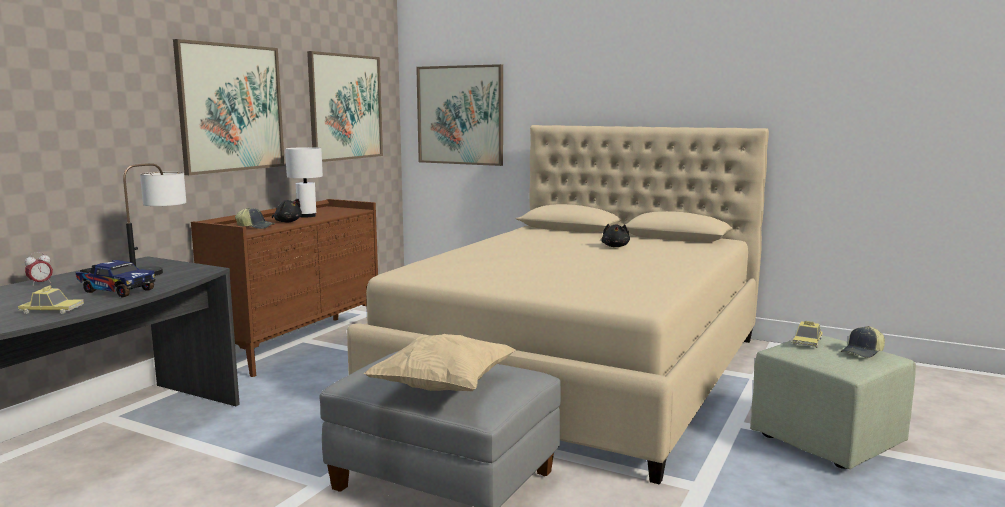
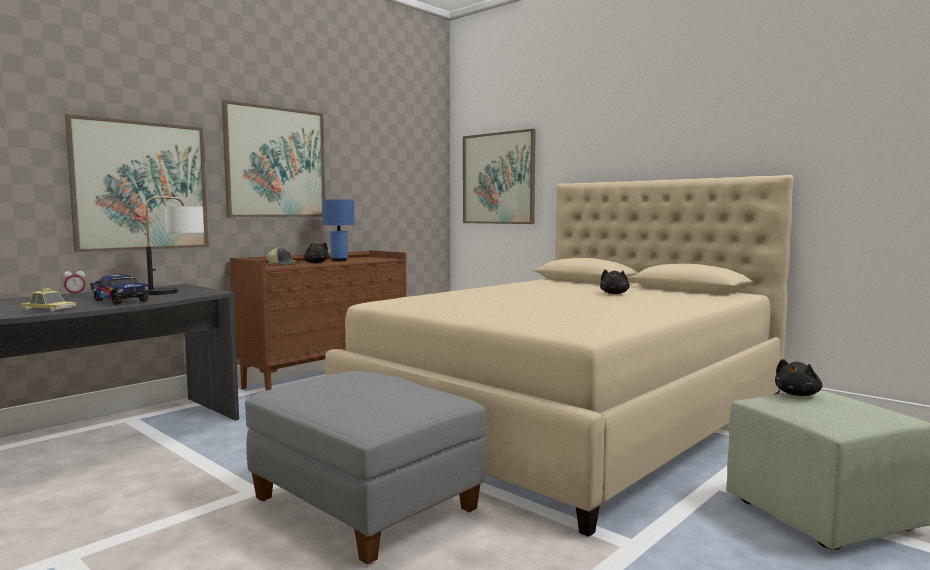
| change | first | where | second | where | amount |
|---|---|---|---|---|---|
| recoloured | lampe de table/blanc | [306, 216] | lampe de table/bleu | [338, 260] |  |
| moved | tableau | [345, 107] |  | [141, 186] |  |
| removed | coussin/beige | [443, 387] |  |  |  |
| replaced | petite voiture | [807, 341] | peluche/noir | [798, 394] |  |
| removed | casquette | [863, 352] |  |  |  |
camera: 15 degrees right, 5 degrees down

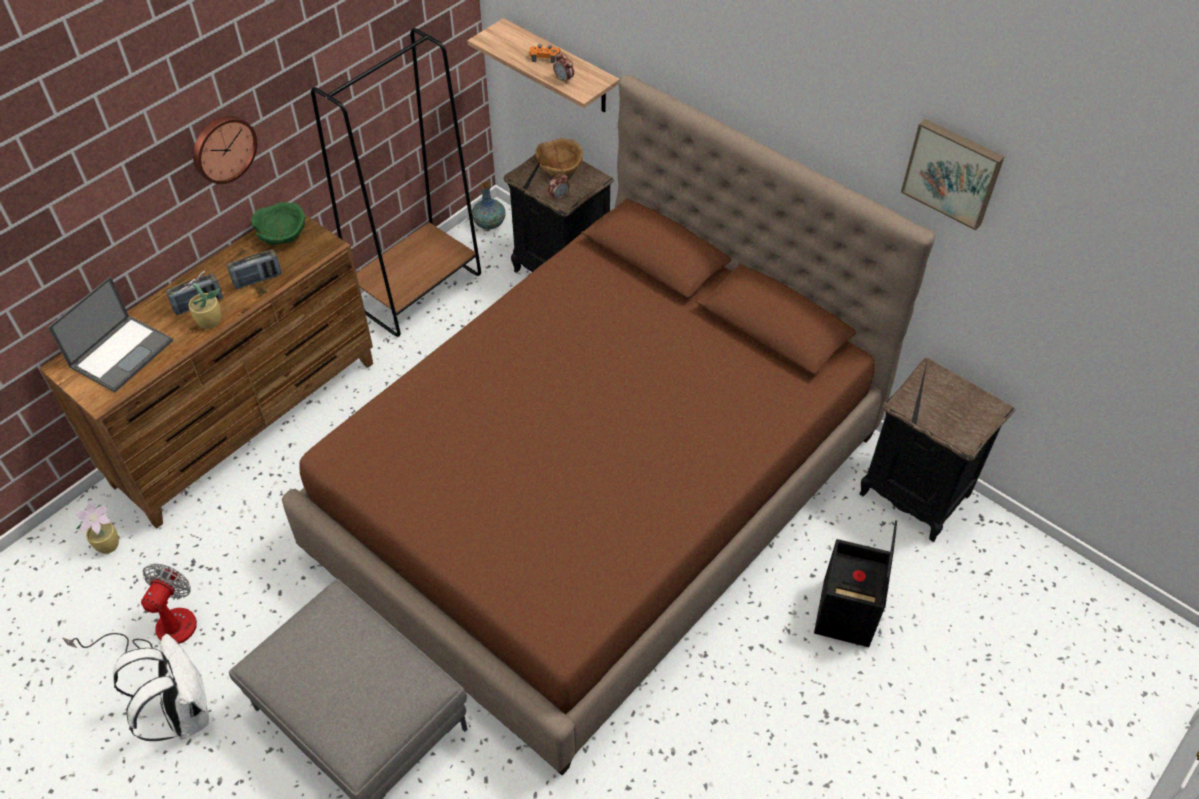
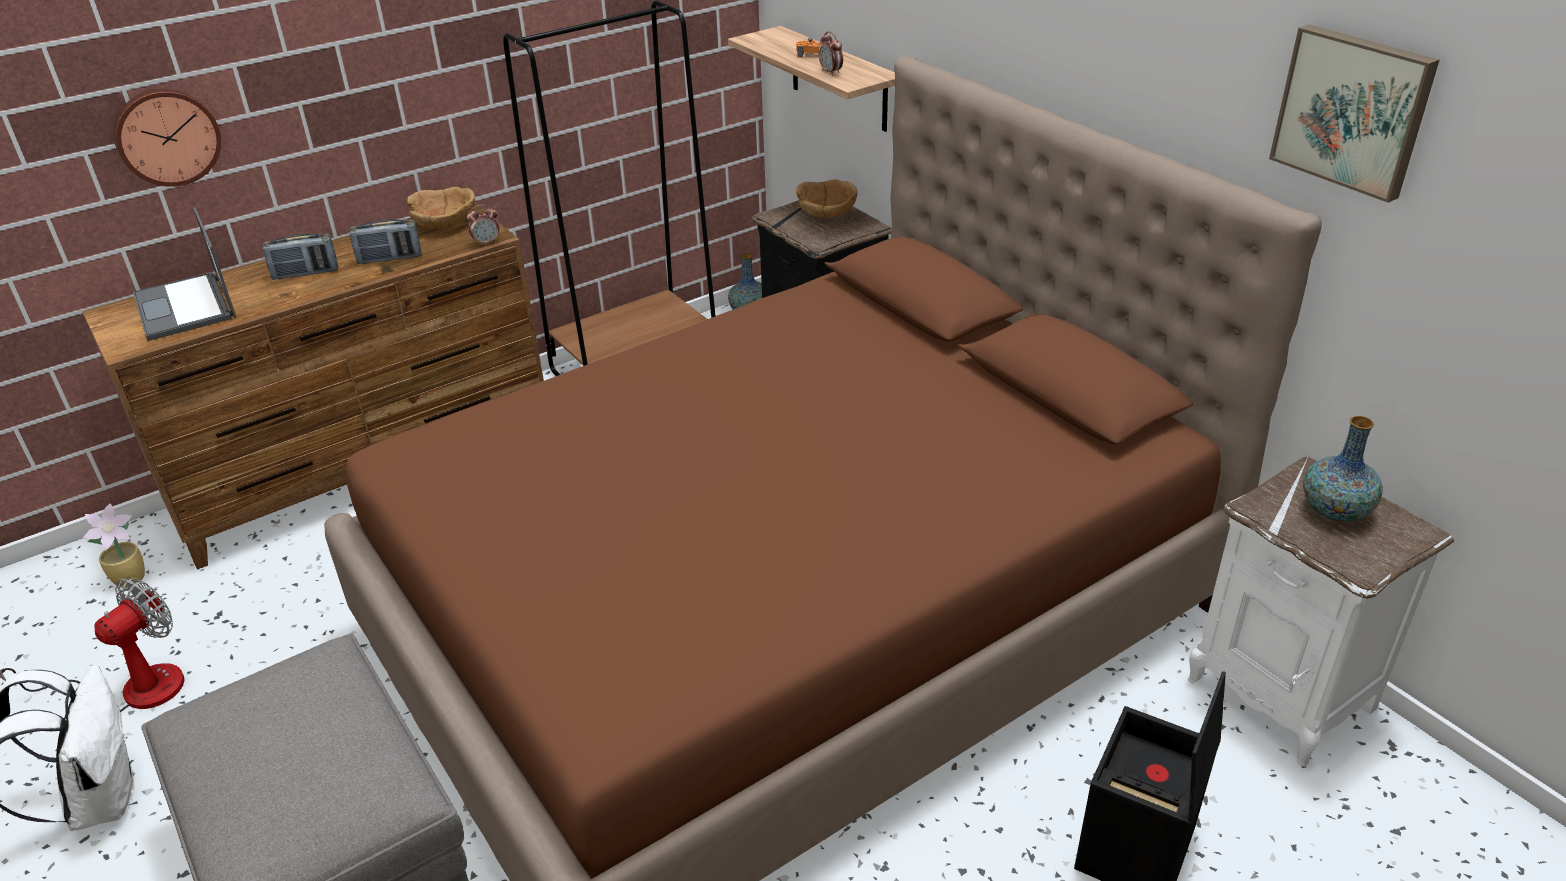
| change | first | where | second | where | amount |
|---|---|---|---|---|---|
| turned | ordinateur portable | [122, 353] |  | [186, 307] | 105 degrees clockwise |
| removed | plante en pot | [208, 322] |  |  |  |
| moved | horloge murale | [223, 148] |  | [167, 136] |  |
| recoloured | bol/vert | [282, 233] | bol/marron | [445, 222] |  |
| moved | réveil | [559, 197] |  | [486, 243] |  |
| recoloured | table de chevet/noir | [914, 496] | table de chevet/blanc | [1279, 697] |  |
| added |  |  | vase | [1334, 511] |  |
camera: 15 degrees right, 15 degrees down

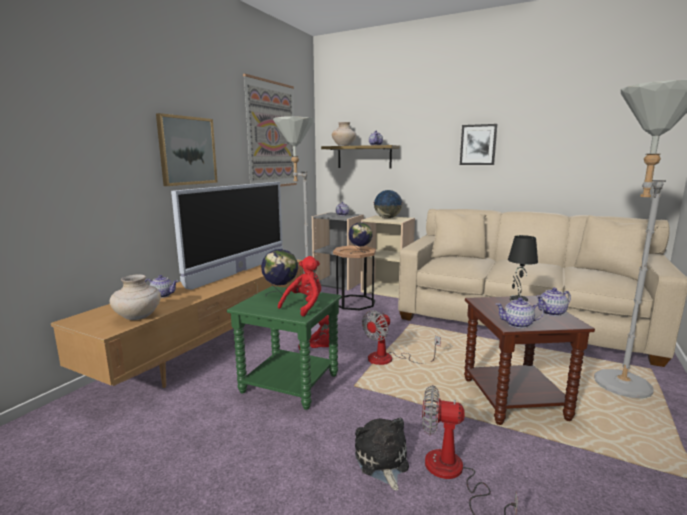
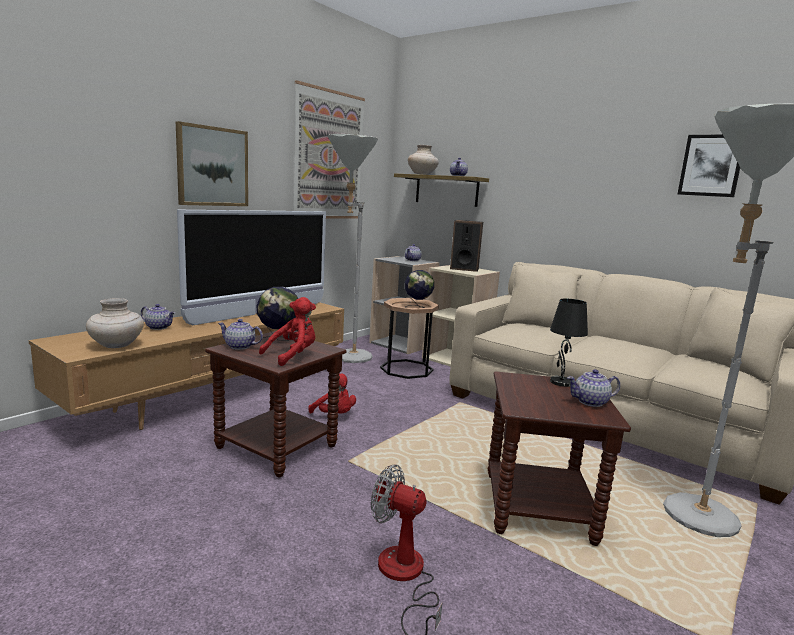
| change | first | where | second | where | amount |
|---|---|---|---|---|---|
| recoloured | table d'appoint/vert | [290, 383] | table d'appoint/marron | [277, 447] |  |
| removed | peluche | [382, 462] |  |  |  |
| removed | ventilateur | [389, 359] |  |  |  |
| replaced | globe | [387, 218] | enceinte | [464, 269] |  |
| moved | tableau | [478, 145] |  | [711, 165] |  |
| moved | théière | [518, 324] |  | [240, 346] |  |
camera: 10 degrees right, 0 degrees up

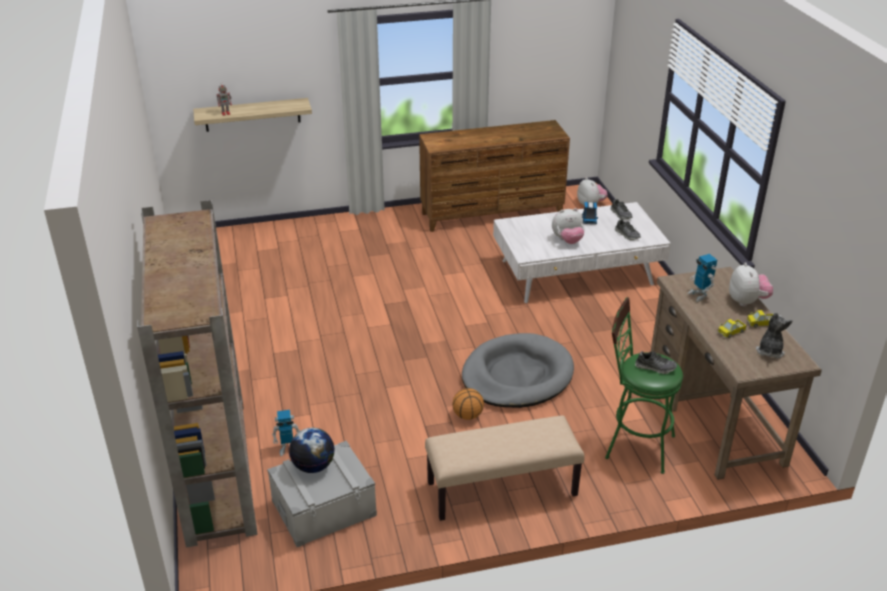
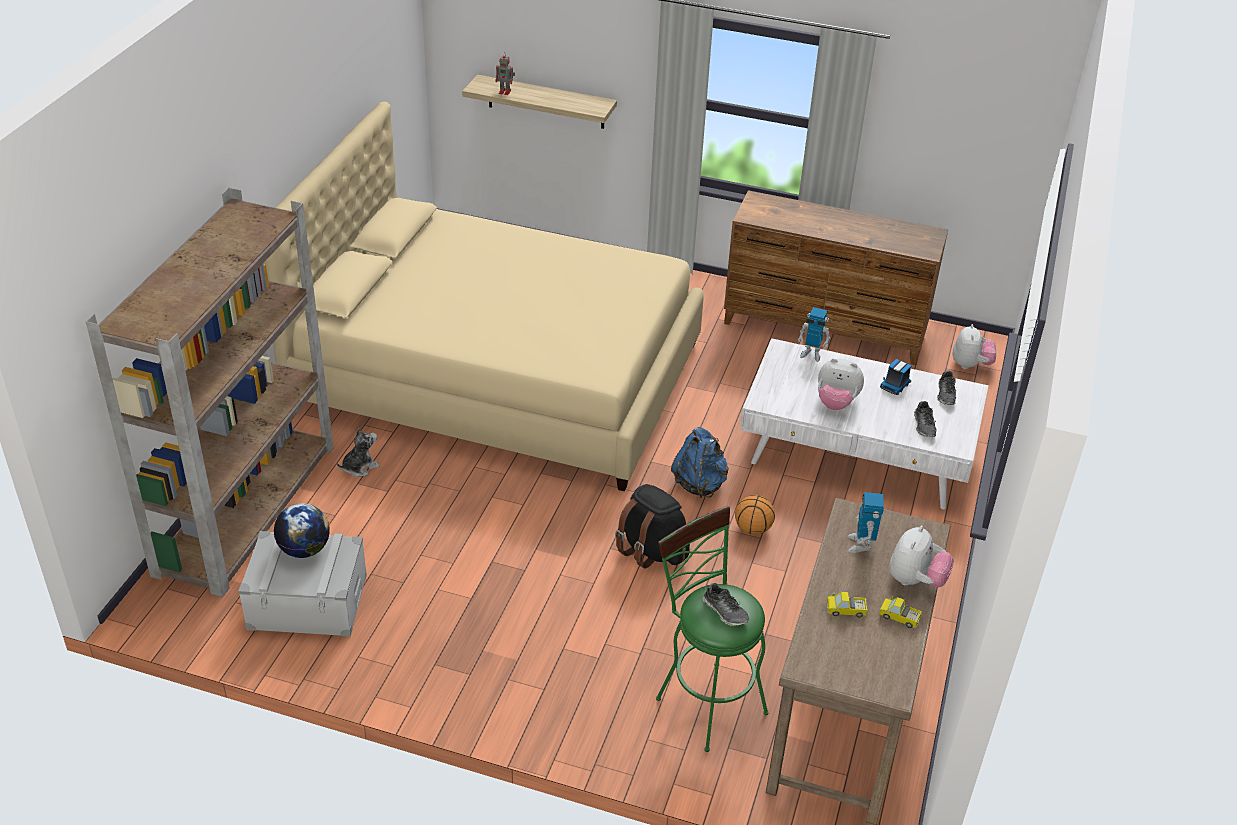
| change | first | where | second | where | amount |
|---|---|---|---|---|---|
| moved | robot jouet | [288, 449] |  | [811, 354] |  |
| removed | banc/beige | [501, 490] |  |  |  |
| moved | ballon de basket | [467, 416] |  | [752, 529] |  |
| replaced | panier pour chien/gris | [517, 375] | sac à dos/noir | [652, 550] |  |
| moved | peluche | [769, 351] |  | [359, 467] |  |
| added |  |  | lit/beige | [497, 374] |  |
| added |  |  | sac à dos/bleu | [700, 483] |  |
camera: 30 degrees right, 5 degrees up

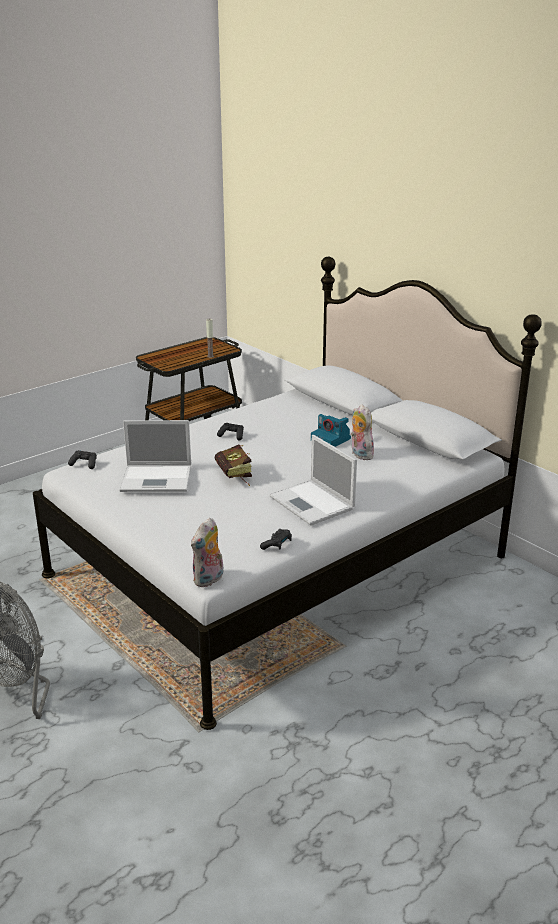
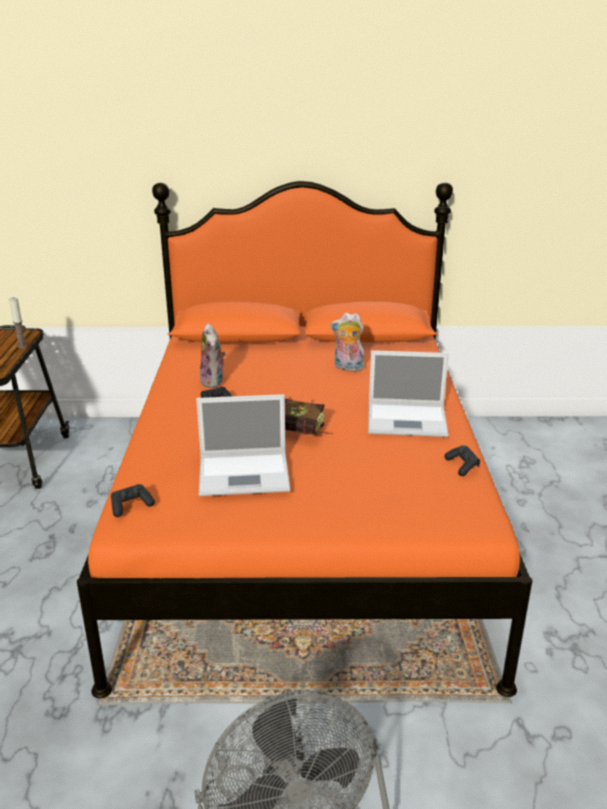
| change | first | where | second | where | amount |
|---|---|---|---|---|---|
| recoloured | lit/blanc | [278, 566] | lit/orange | [303, 524] |  |
| turned | ordinateur portable | [158, 479] |  | [246, 474] | 45 degrees clockwise |
| moved | peluche | [209, 580] |  | [214, 382] |  |
| removed | appareil photo | [331, 439] |  |  |  |
camera: 50 degrees left, 0 degrees up

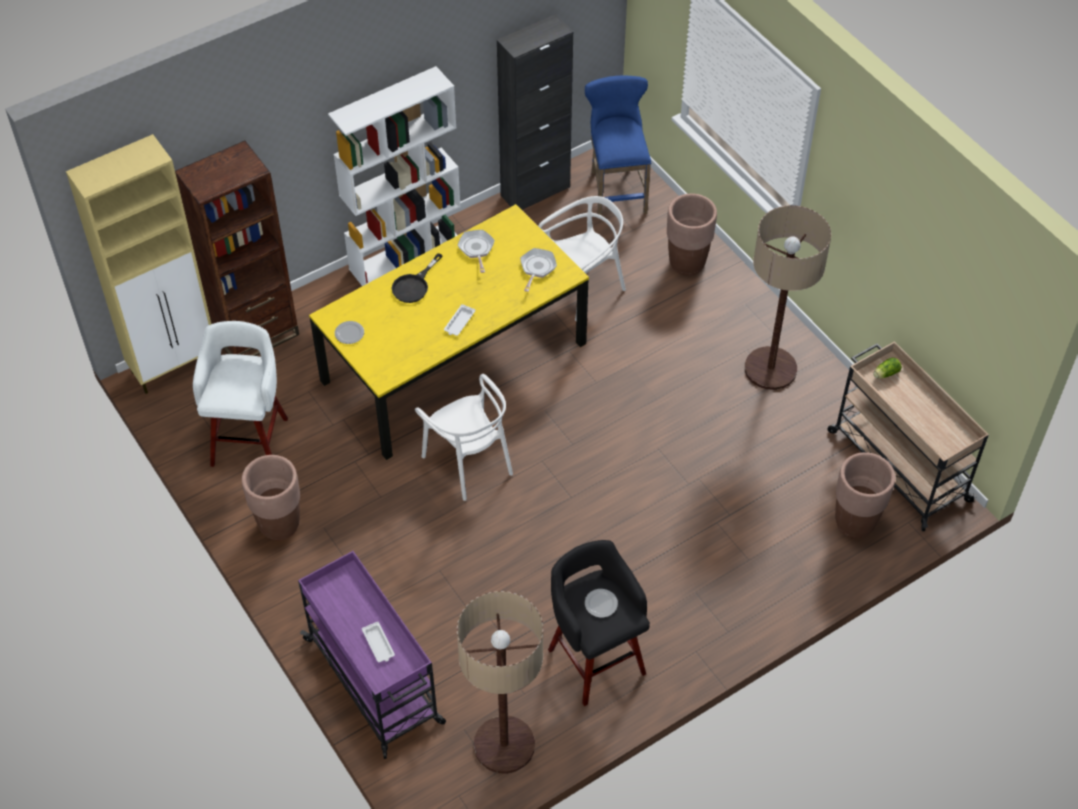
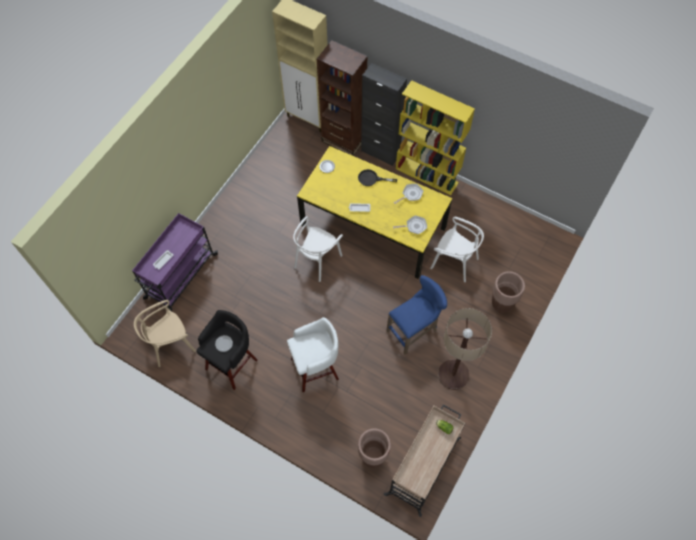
| change | first | where | second | where | amount |
|---|---|---|---|---|---|
| moved | tabouret/blanc | [250, 439] |  | [316, 368] |  |
| removed | cache-pot/marron | [279, 525] |  |  |  |
| recoloured | bibliothèque/blanc | [406, 255] | bibliothèque/jaune | [427, 175] |  |
| replaced | lampadaire | [504, 745] | chaise/beige | [170, 344] |  |
| moved | meuble de rangement/noir | [535, 191] |  | [380, 152] |  |
| moved | tabouret/bleu | [616, 189] |  | [414, 330] |  |
camera: 65 degrees right, 10 degrees up

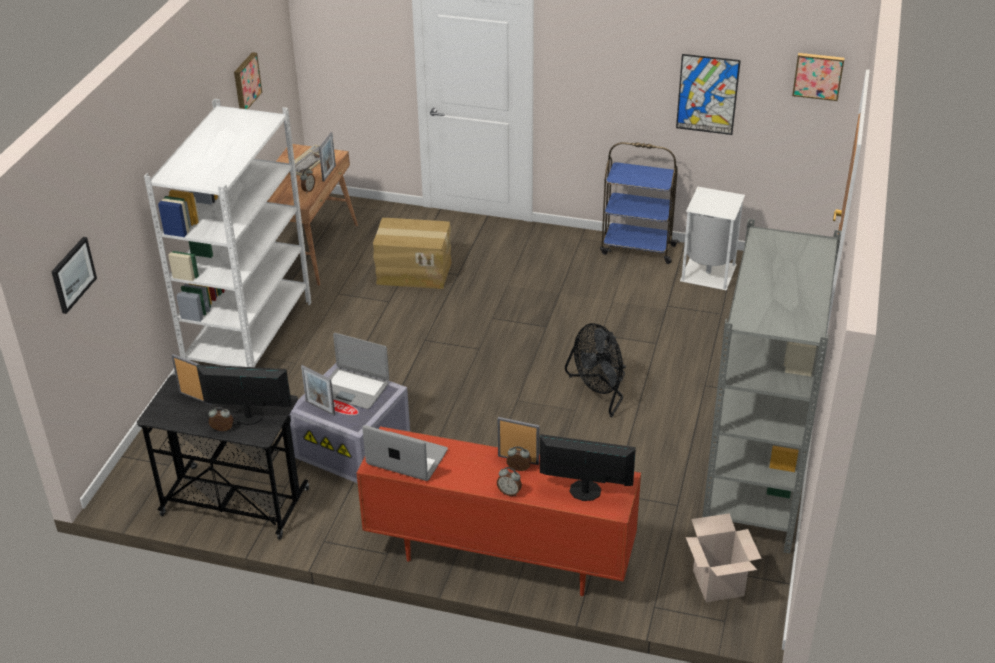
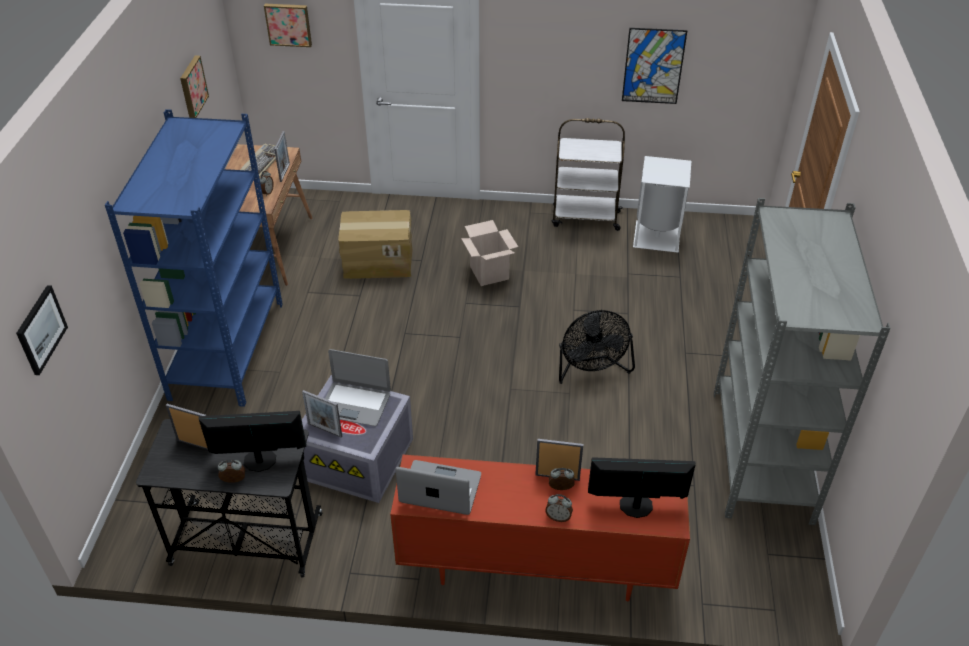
| change | first | where | second | where | amount |
|---|---|---|---|---|---|
| recoloured | bibliothèque/blanc | [250, 338] | bibliothèque/bleu | [227, 350] |  |
| turned | ventilateur/noir | [601, 389] |  | [588, 368] | 60 degrees counterclockwise |
| recoloured | chariot/bleu | [637, 249] | chariot/blanc | [585, 218] |  |
| moved | carton | [718, 583] |  | [489, 273] |  |
| moved | tableau | [818, 75] |  | [288, 24] |  |
camera: 10 degrees left, 5 degrees up

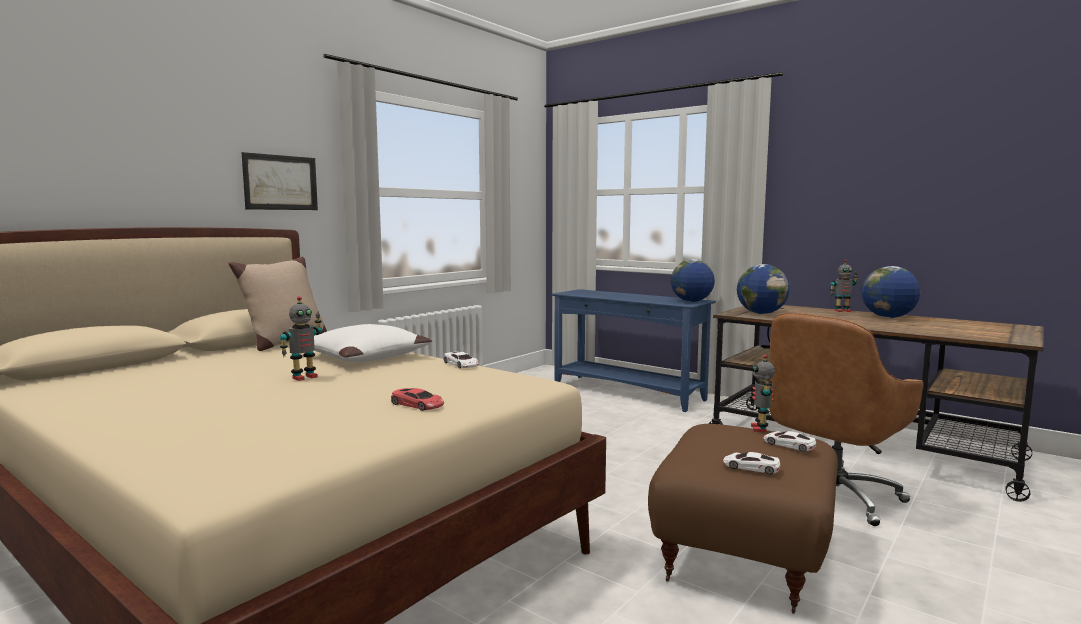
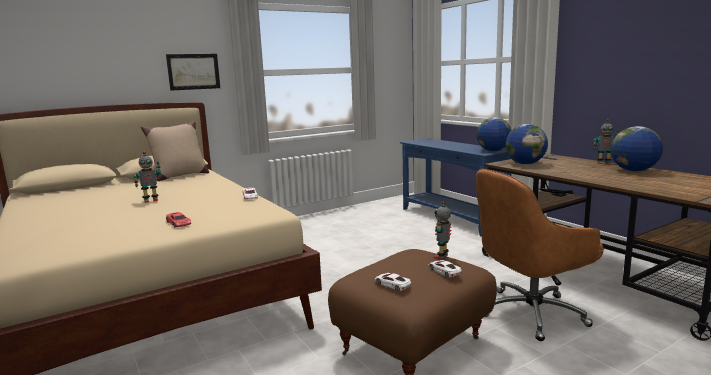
| change | first | where | second | where | amount |
|---|---|---|---|---|---|
| removed | coussin/blanc | [364, 357] |  |  |  |
camera: 20 degrees right, 5 degrees up

